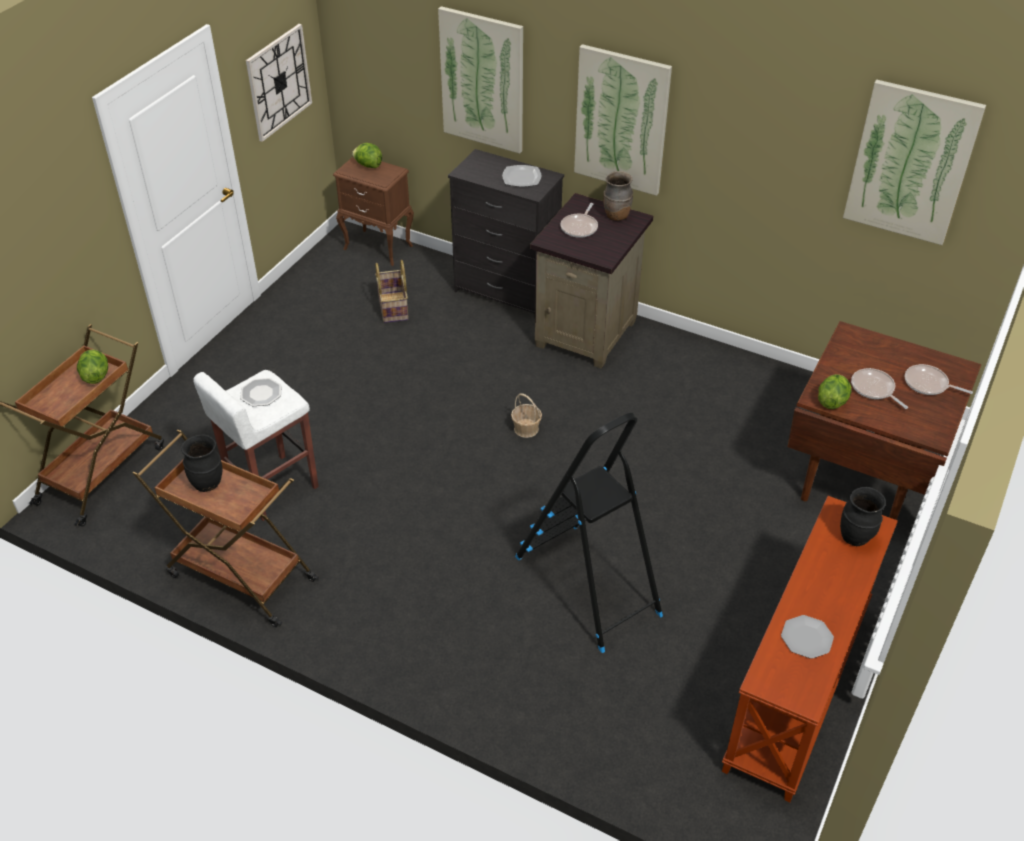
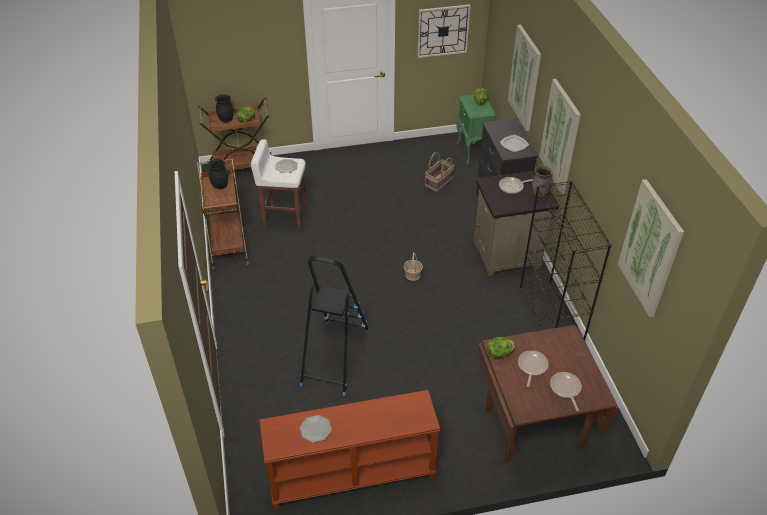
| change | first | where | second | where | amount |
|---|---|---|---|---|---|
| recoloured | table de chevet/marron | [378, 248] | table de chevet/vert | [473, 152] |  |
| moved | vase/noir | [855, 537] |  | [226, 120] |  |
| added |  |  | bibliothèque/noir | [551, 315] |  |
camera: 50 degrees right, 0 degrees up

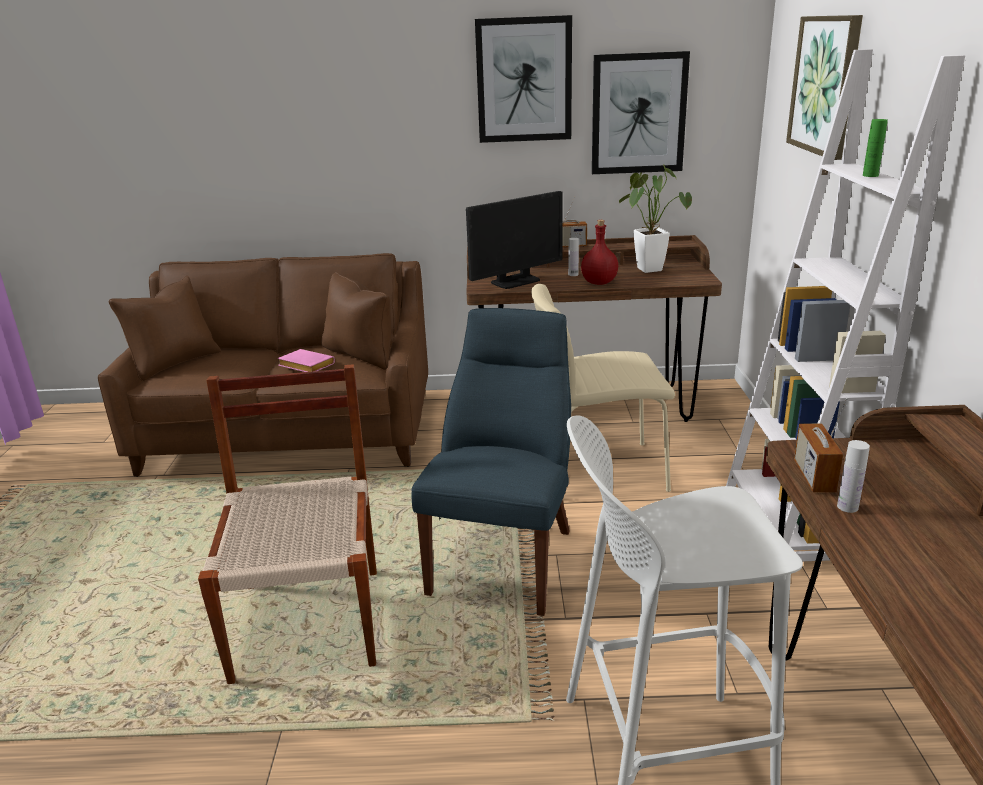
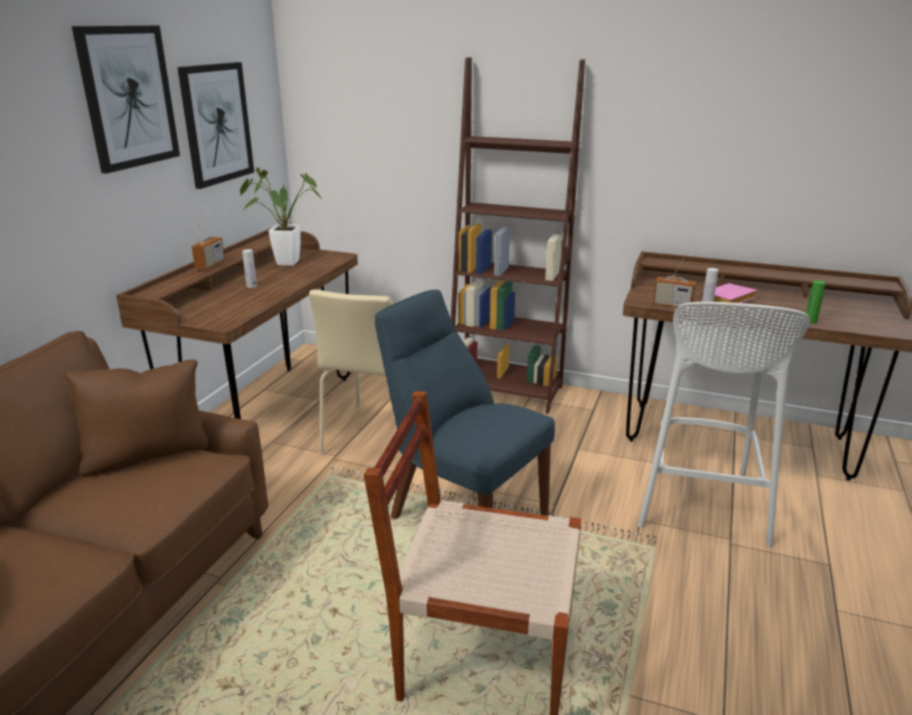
| change | first | where | second | where | amount |
|---|---|---|---|---|---|
| moved | livre/rose | [304, 366] |  | [728, 300] |  |
| removed | écran d'ordinateur | [515, 281] |  |  |  |
| removed | bouteille/rouge | [599, 283] |  |  |  |
| recoloured | bibliothèque/blanc | [789, 523] | bibliothèque/marron | [505, 390] |  |
| removed | tableau | [825, 85] |  |  |  |
| moved | bouteille/vert | [870, 175] |  | [810, 321] |  |
camera: 70 degrees left, 0 degrees up

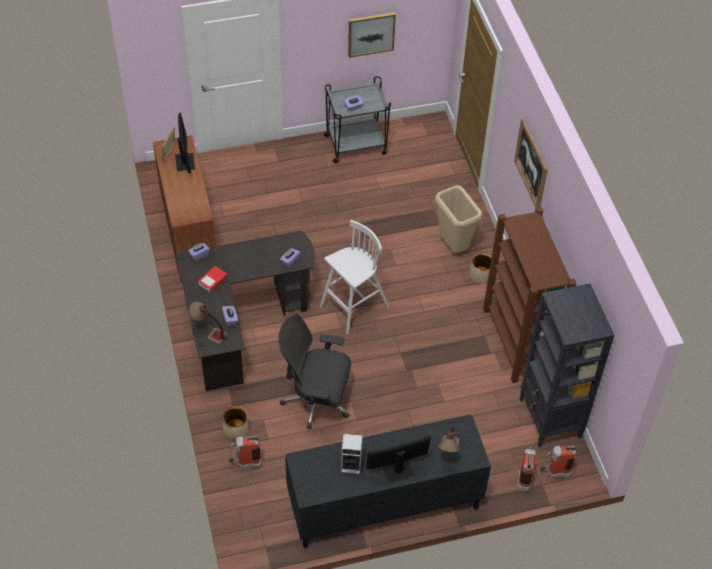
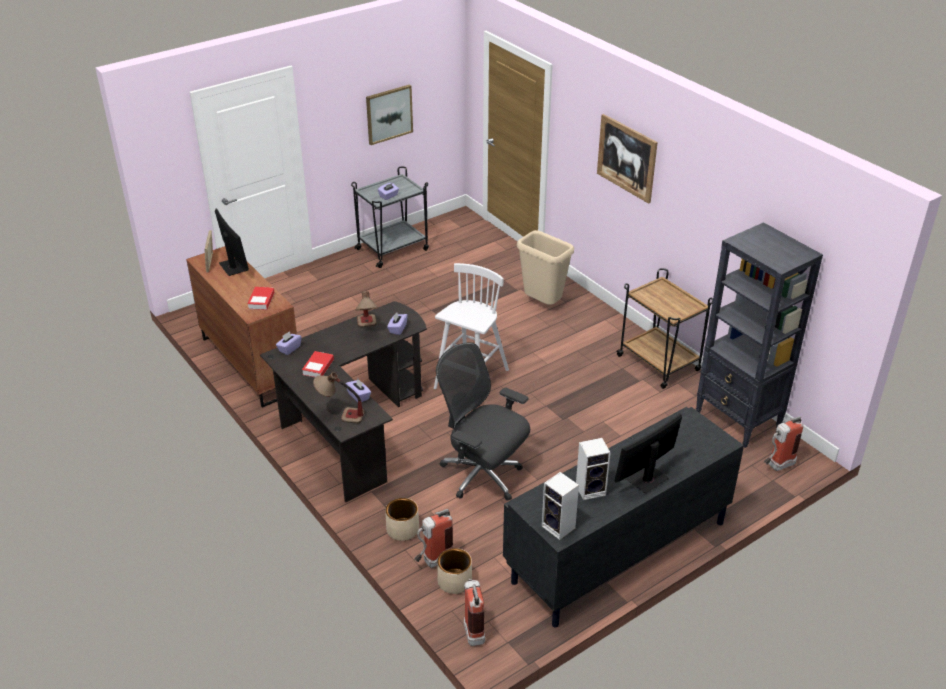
| change | first | where | second | where | amount |
|---|---|---|---|---|---|
| turned | chaise de bureau | [317, 402] |  | [482, 476] | 45 degrees clockwise |
| moved | lampe de table | [448, 453] |  | [368, 328] |  |
| moved | cache-pot/beige | [480, 275] |  | [455, 581] |  |
| replaced | bibliothèque/marron | [517, 341] | chariot/marron | [659, 363] |  |
| moved | extincteur | [524, 478] |  | [473, 629] |  |
| added |  |  | livre | [261, 301] |  |
| added |  |  | enceinte | [559, 527] |  |
camera: 20 degrees left, 15 degrees down

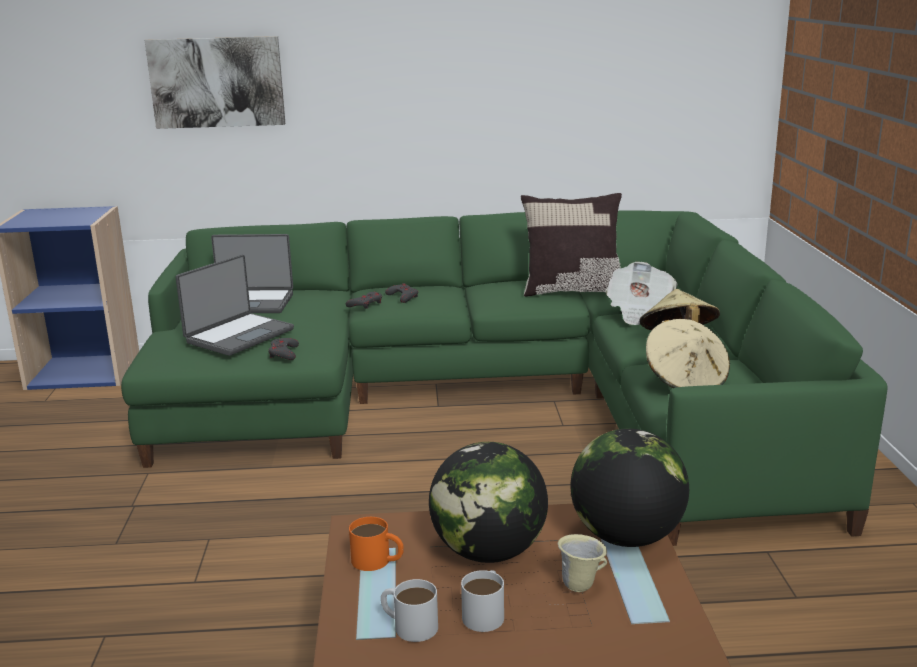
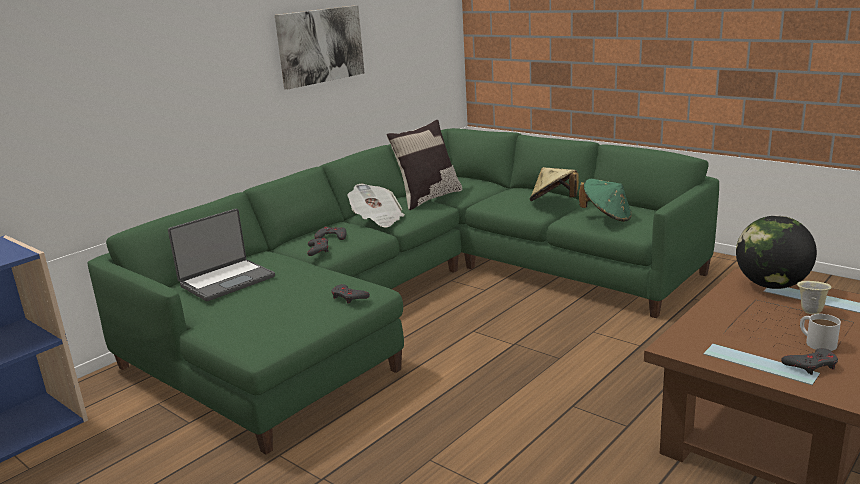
| change | first | where | second | where | amount |
|---|---|---|---|---|---|
| moved | tableau | [217, 82] |  | [320, 45] |  |
| removed | ordinateur portable | [238, 335] |  |  |  |
| removed | mug/orange | [378, 561] |  |  |  |
| replaced | mug/blanc | [408, 625] | manette/gris | [811, 365] |  |
| removed | globe | [489, 552] |  |  |  |
| moved | journal | [640, 313] |  | [377, 219] |  |
| recoloured | chapeau/beige | [685, 381] | chapeau/vert | [606, 217] |  |
camera: 45 degrees left, 0 degrees up

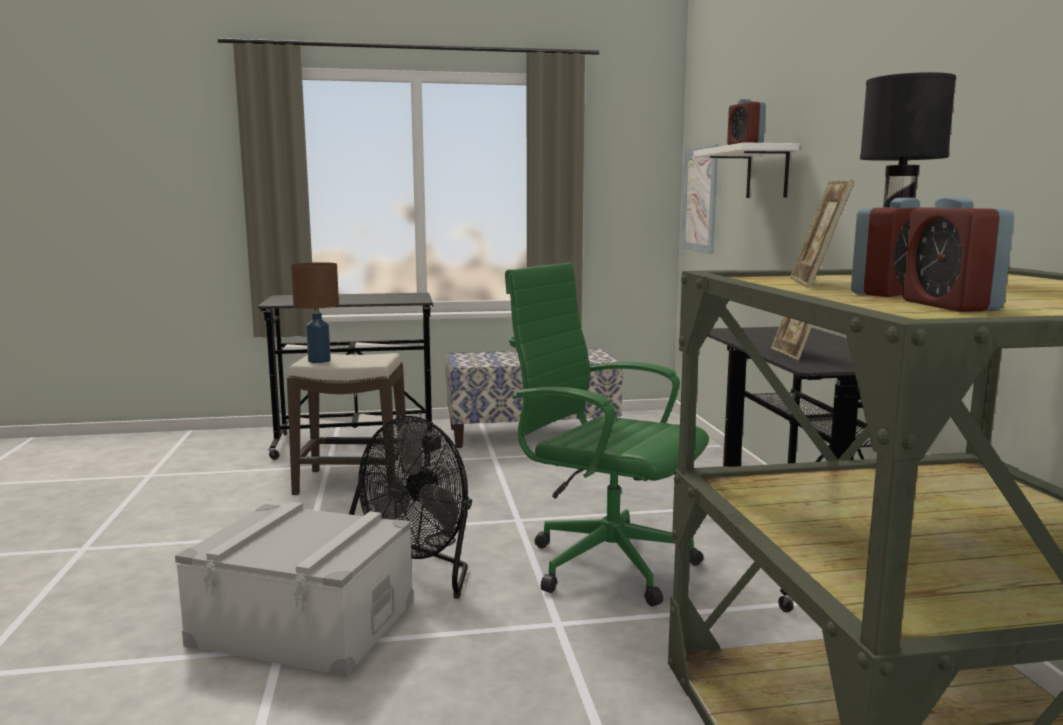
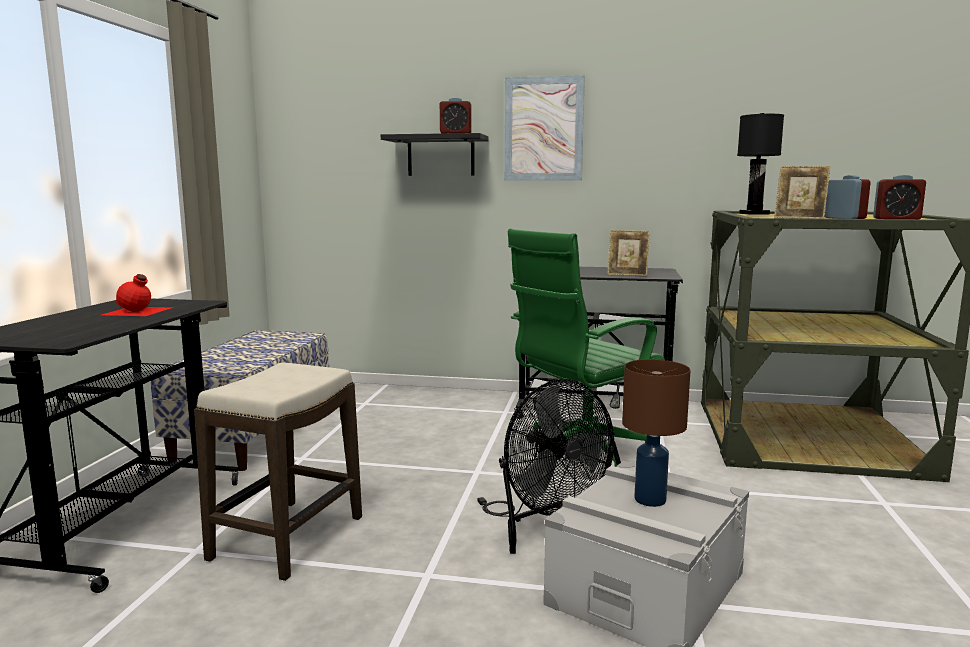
| change | first | where | second | where | amount |
|---|---|---|---|---|---|
| moved | lampe de table/marron | [319, 361] |  | [651, 500] |  |
| moved | tableau | [700, 199] |  | [543, 129] |  |
| recoloured | étagère/blanc | [767, 172] | étagère/noir | [441, 156] |  |
| added |  |  | bouteille/rouge | [137, 311] |  |
camera: 70 degrees left, 0 degrees up

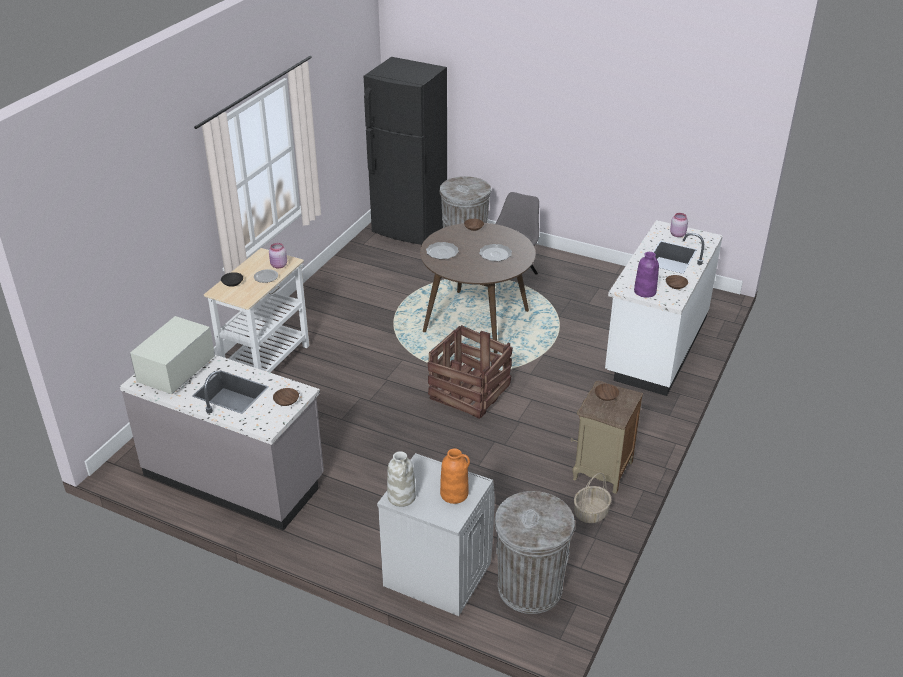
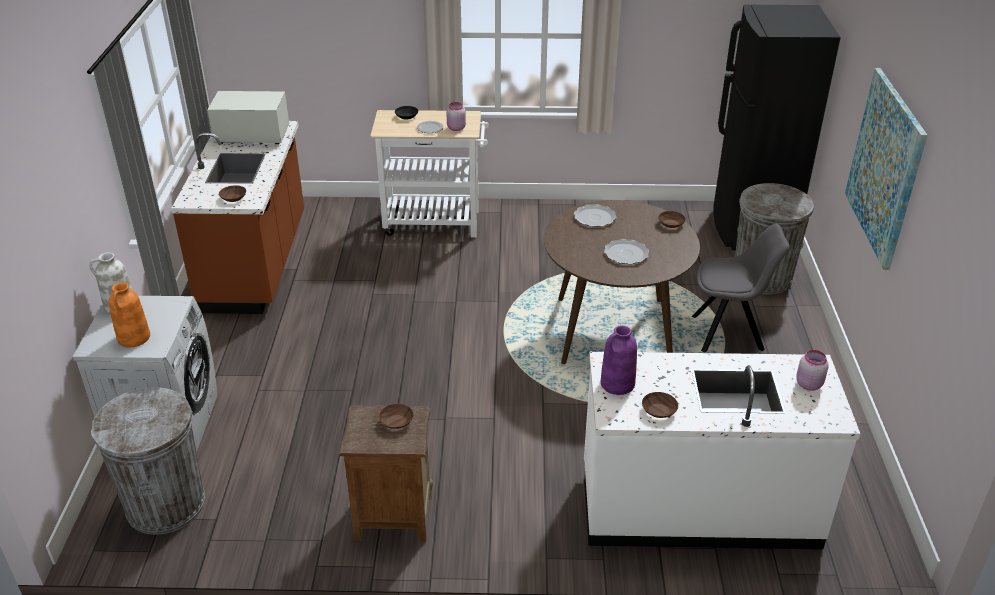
| change | first | where | second | where | amount |
|---|---|---|---|---|---|
| recoloured | comptoir de cuisine/gris | [235, 477] | comptoir de cuisine/marron | [256, 263] |  |
| removed | caisse | [469, 393] |  |  |  |
| removed | panier | [591, 513] |  |  |  |
| added |  |  | tableau | [885, 167] |  |
camera: 65 degrees right, 0 degrees up

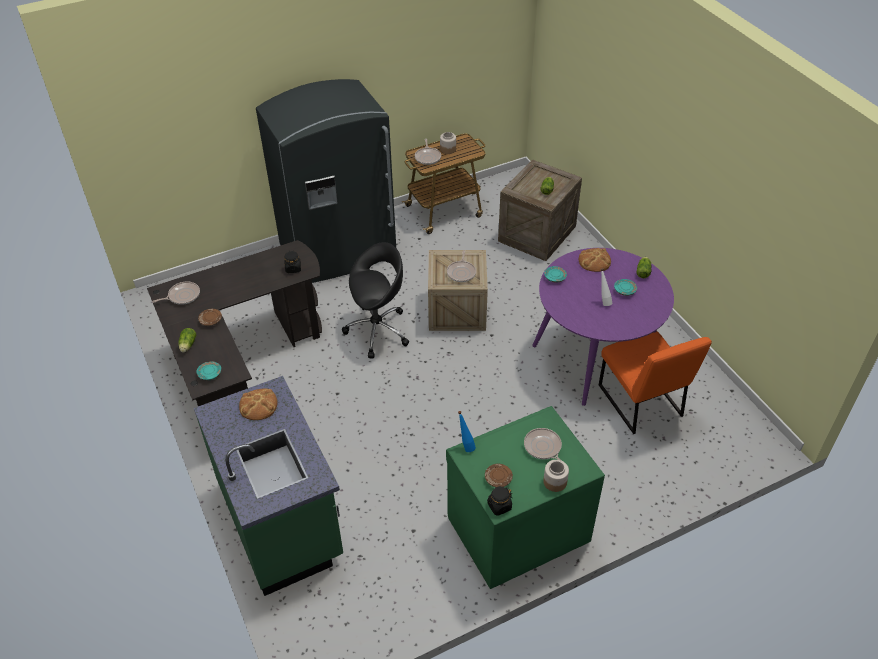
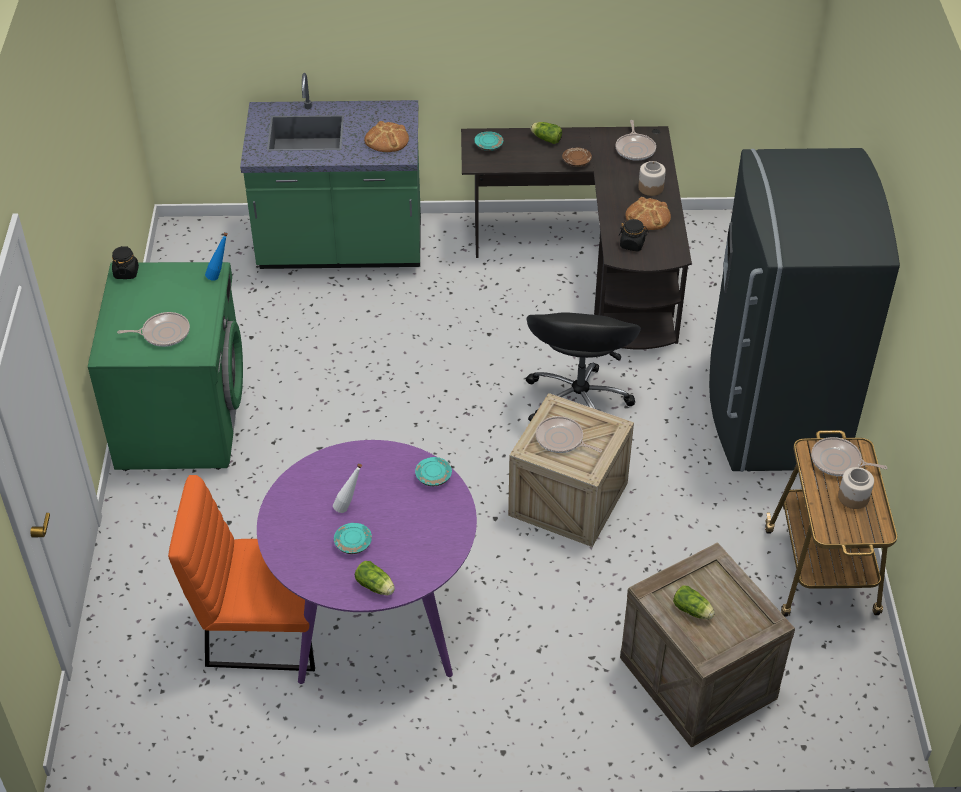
| change | first | where | second | where | amount |
|---|---|---|---|---|---|
| removed | assiette/marron | [498, 479] |  |  |  |
| moved | bocal | [554, 482] |  | [650, 187] |  |
| moved | pain | [594, 261] |  | [648, 216] |  |
camera: 115 degrees right, 0 degrees up

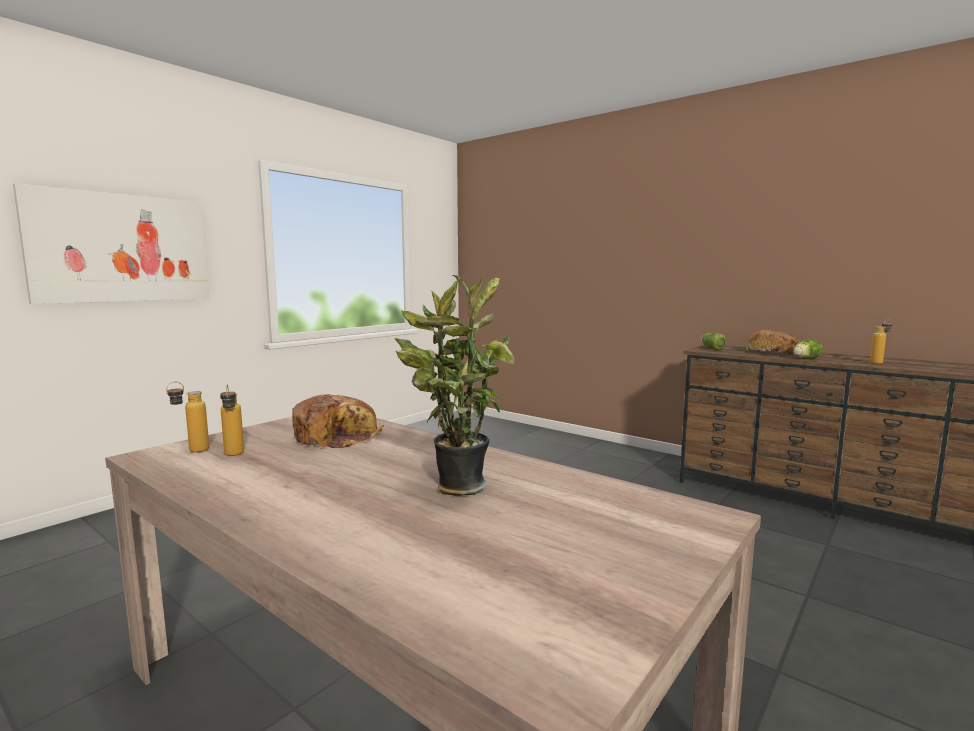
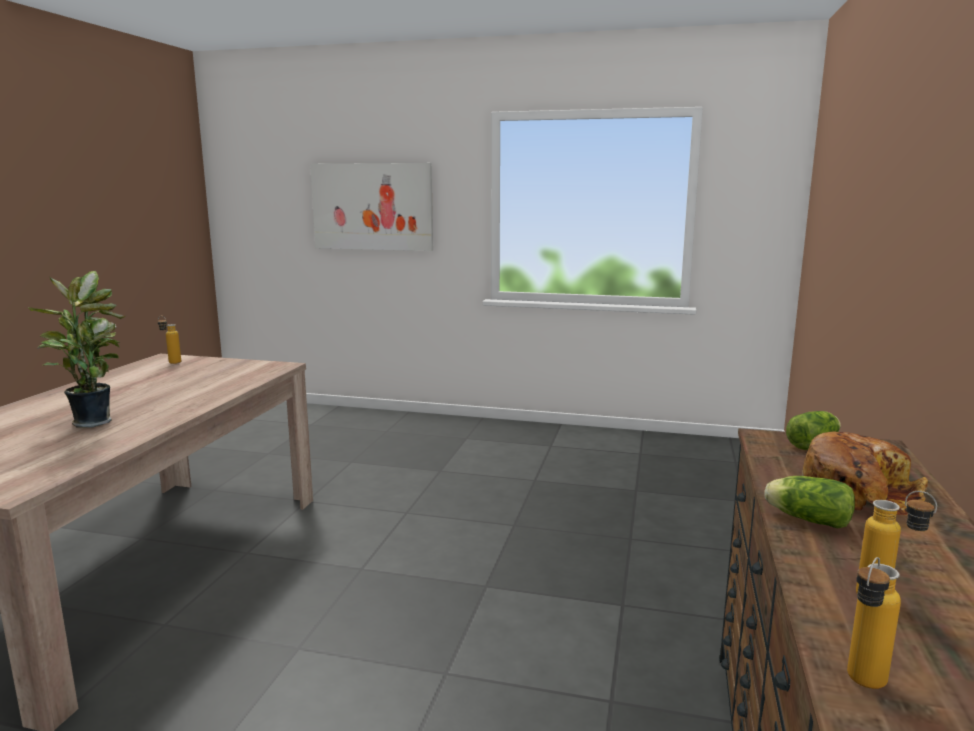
| change | first | where | second | where | amount |
|---|---|---|---|---|---|
| moved | bouteille | [233, 456] |  | [861, 686] |  |
| removed | pain | [337, 436] |  |  |  |
camera: 65 degrees right, 5 degrees up

